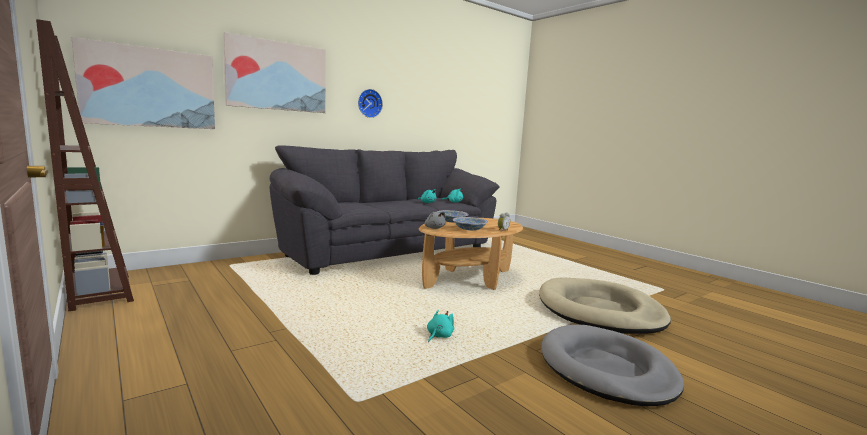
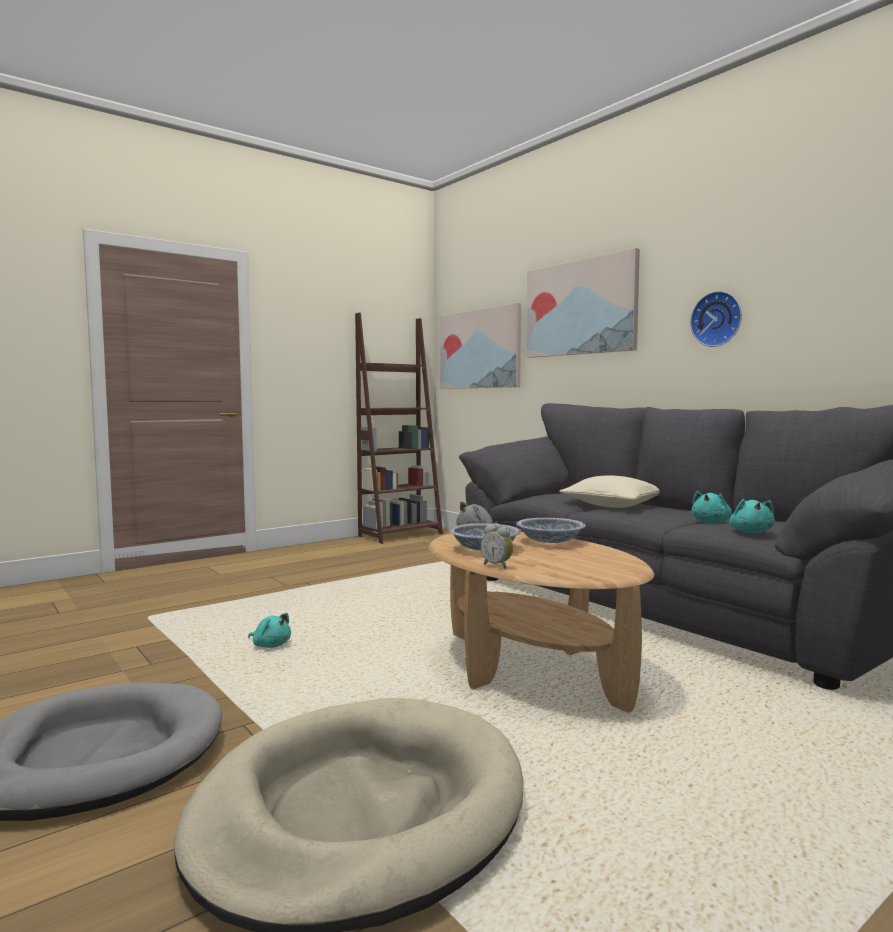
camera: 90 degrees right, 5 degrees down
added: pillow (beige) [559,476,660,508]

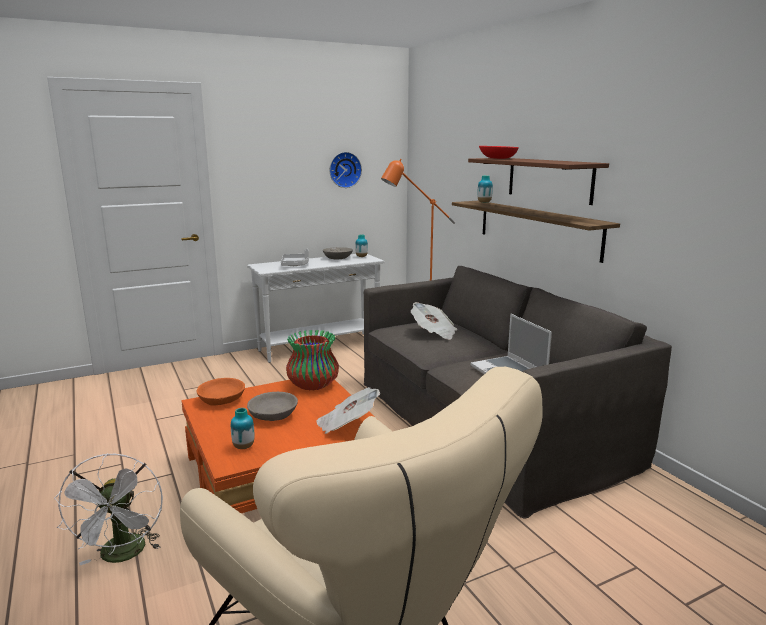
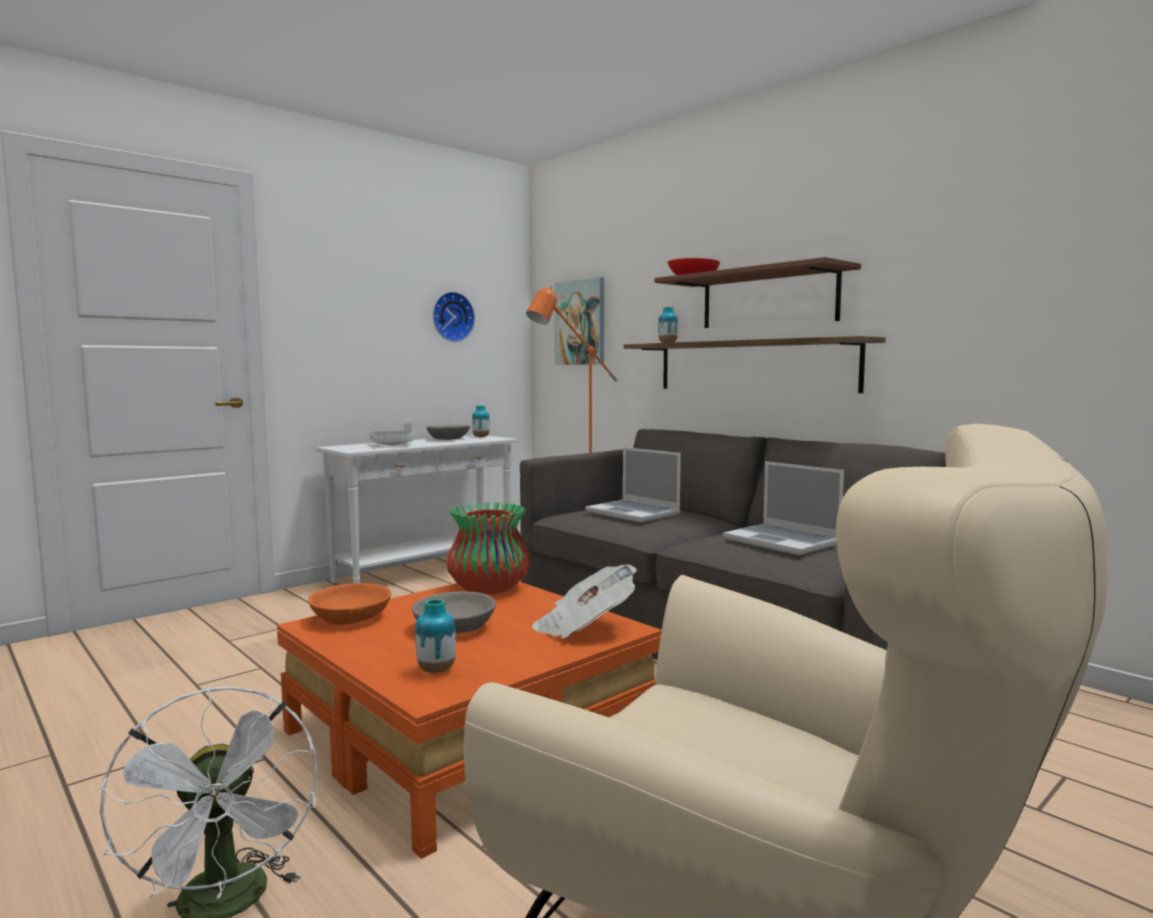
camera: 15 degrees left, 10 degrees down
added: picture [554,277,604,365]
replaced: newspaper [411,302,457,340] to laptop [585,447,681,523]

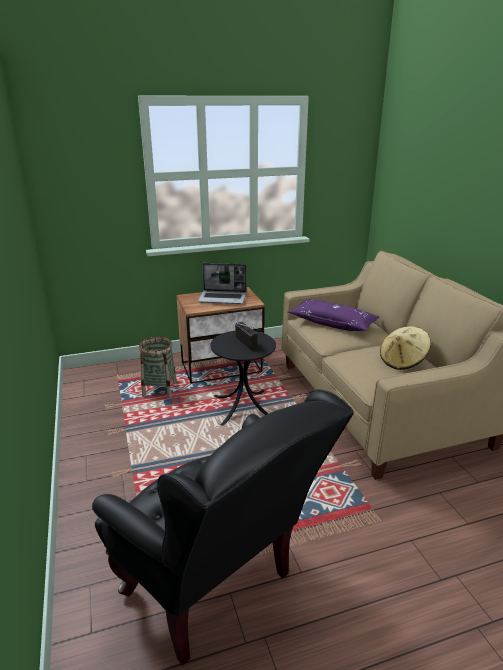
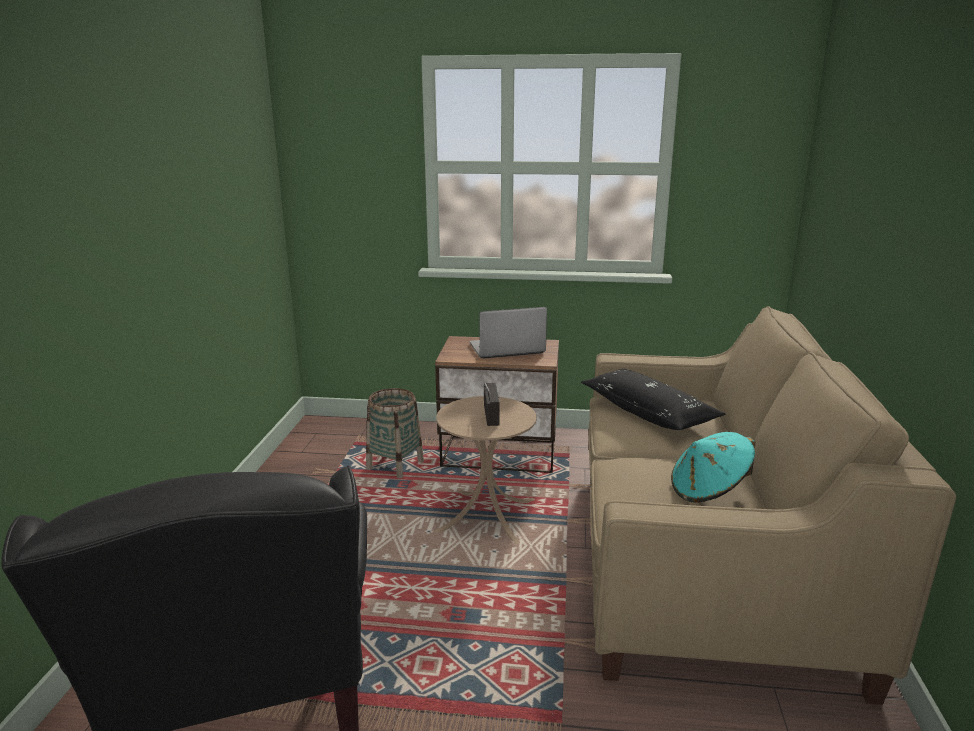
camera: 25 degrees right, 5 degrees down
recoloured: pillow (purple) [288,299,379,331] to pillow (black) [581,369,725,430]; hat (beige) [380,326,431,370] to hat (turquoise) [671,432,755,503]; side table (black) [210,331,276,426] to side table (beige) [435,396,537,544]
turned: laptop [198,263,247,304] = [470,307,547,359] 135 degrees clockwise

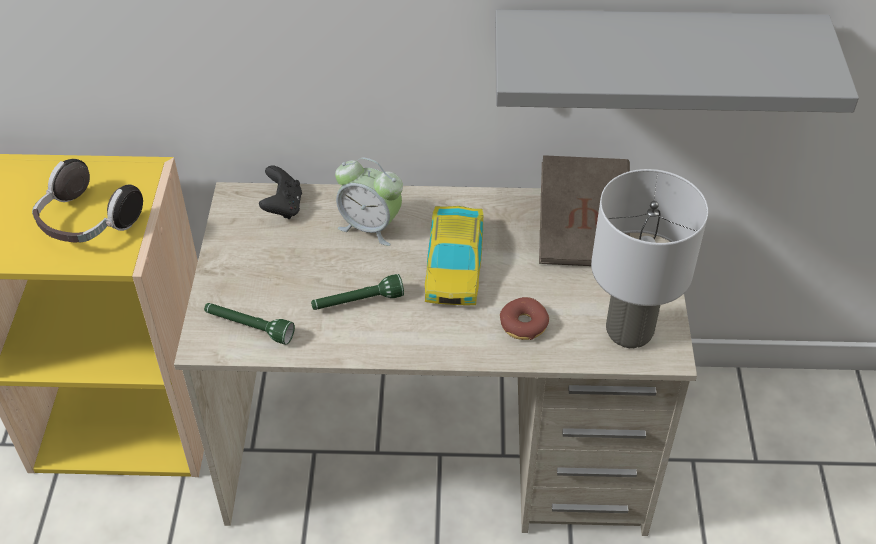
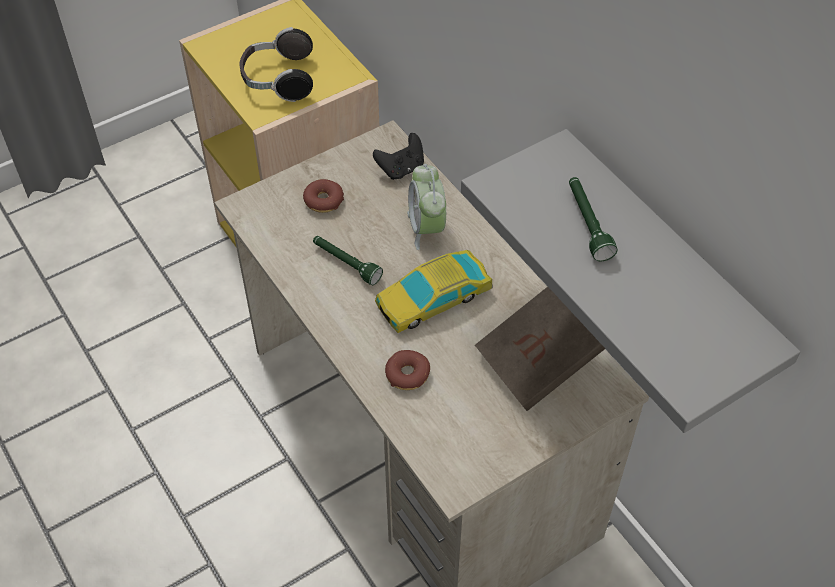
camera: 55 degrees right, 5 degrees up
removed: table lamp (white) [591,169,708,348]
added: donut [303,179,344,213]
moved: flashlight (green) [204,303,295,345] to [569,177,617,261]

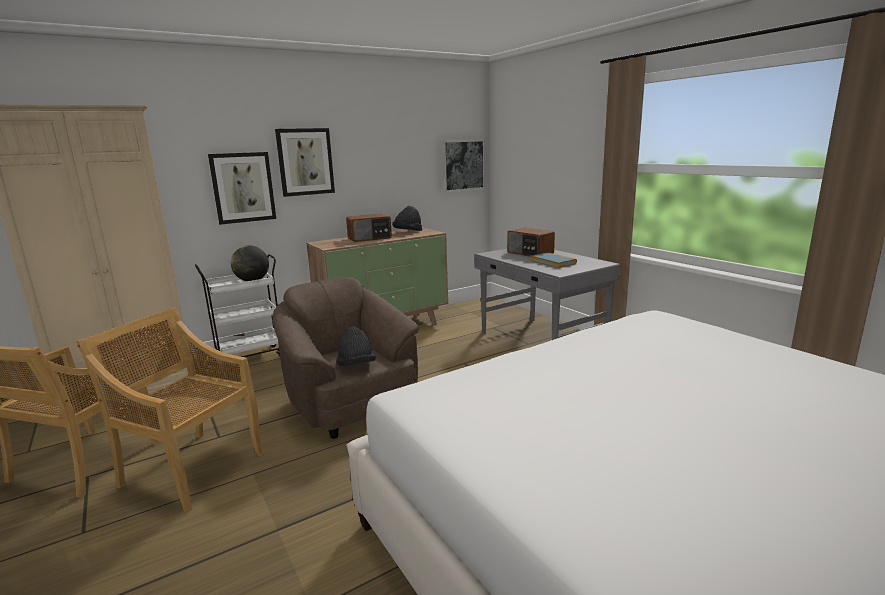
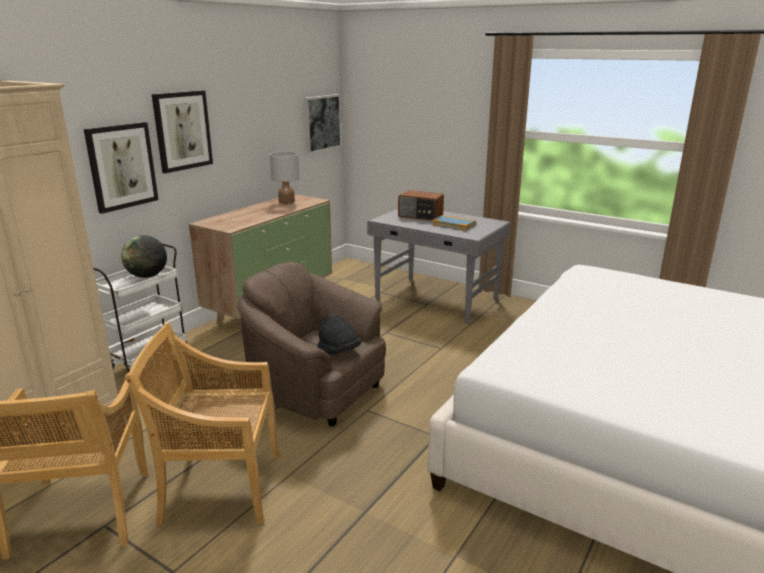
camera: 25 degrees left, 5 degrees up
removed: radio [346,214,392,242]
replaced: hat (black) [392,206,422,231] to table lamp (grey) [270,151,299,204]

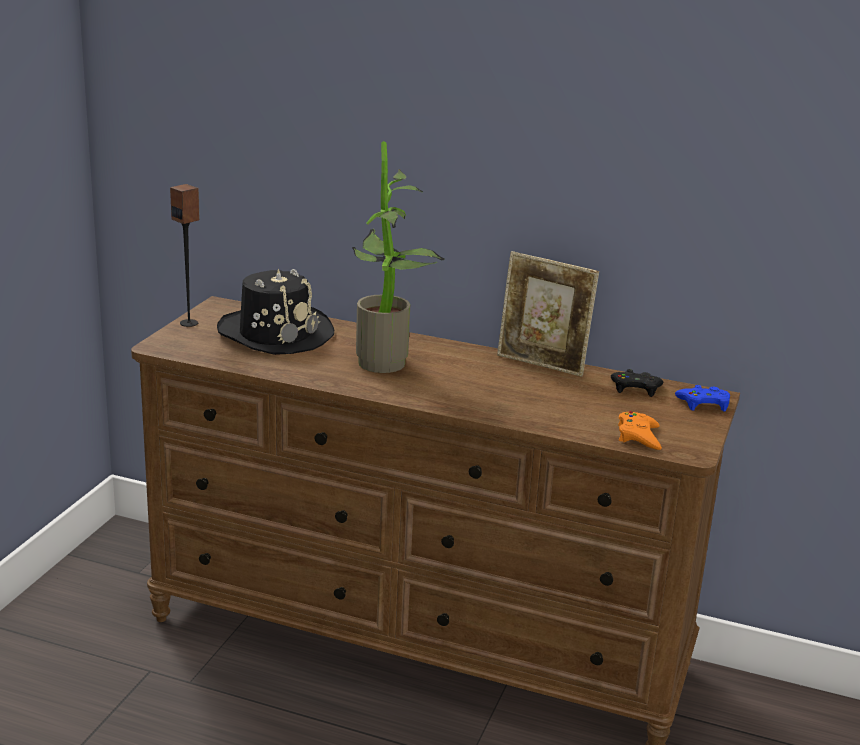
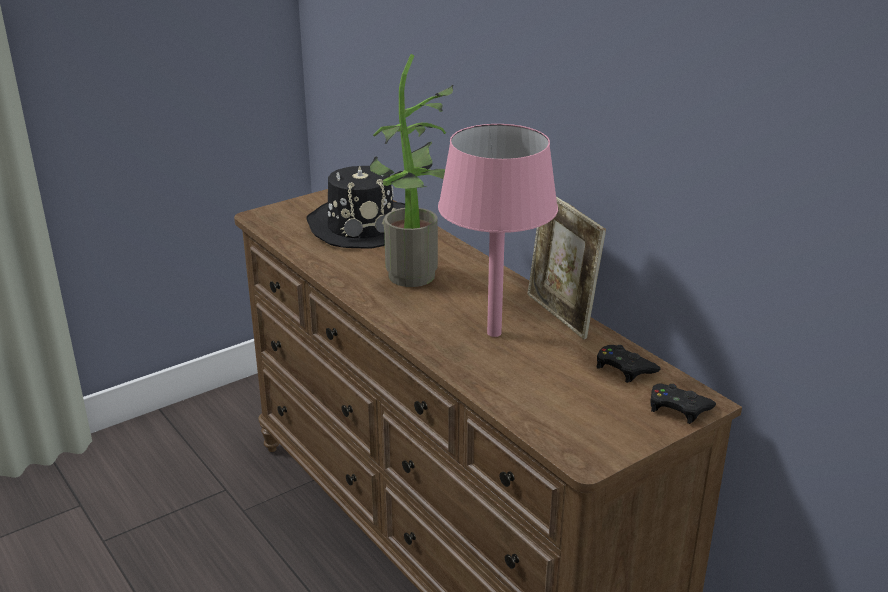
camera: 35 degrees right, 5 degrees up
removed: speaker [170,184,200,327]; game controller (orange) [618,411,662,450]
added: table lamp (pink) [438,124,558,337]
recoloured: game controller (blue) [675,385,730,411] to game controller (black) [651,383,716,424]

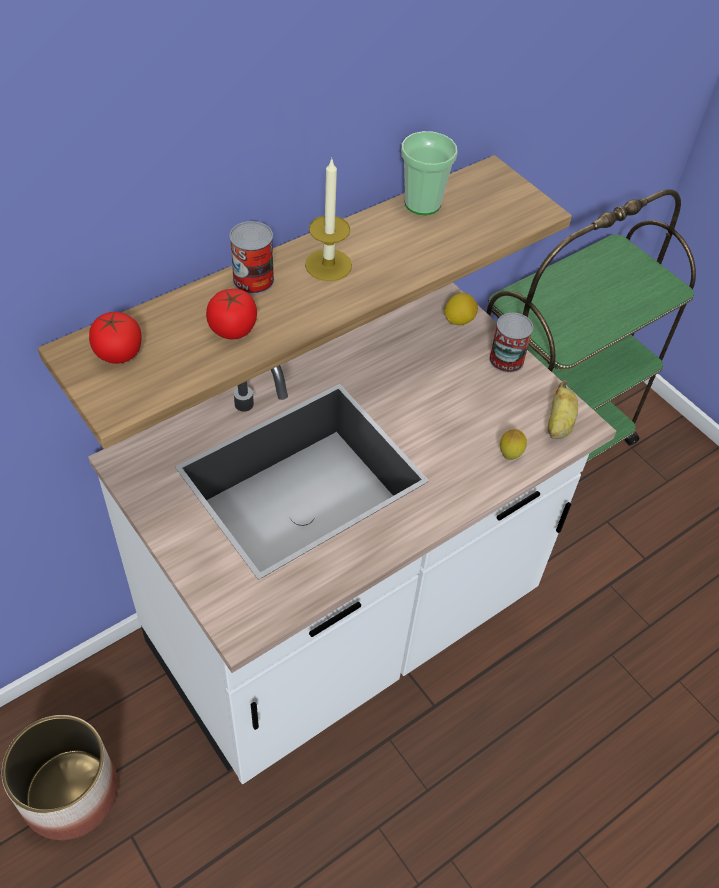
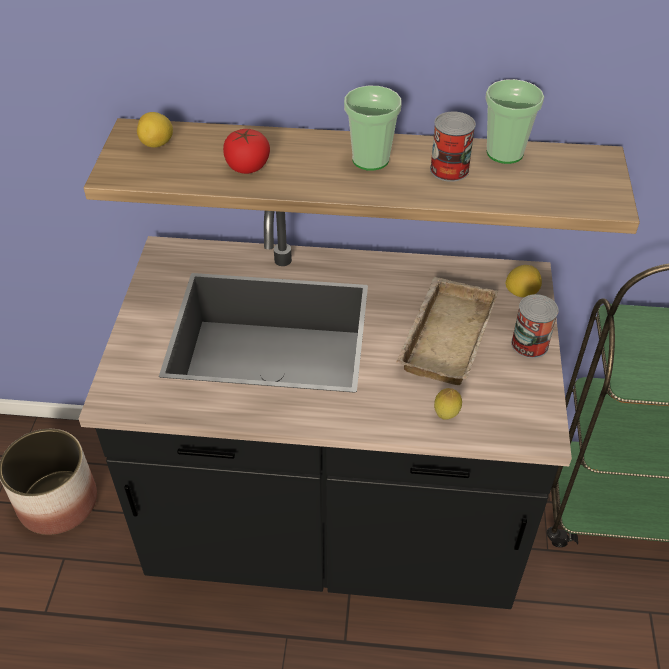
camera: 45 degrees right, 5 degrees down
removed: banana [548,380,578,439]
added: tray (beige) [396,277,498,385]
moved: can [229,221,274,294] to [430,112,476,182]
replaced: candle [305,157,352,281] to cup [344,86,401,171]; tomato [89,312,142,364] to lemon [137,112,173,148]
recoloured: counter (white) [88,282,616,784] to counter (black) [79,211,572,609]

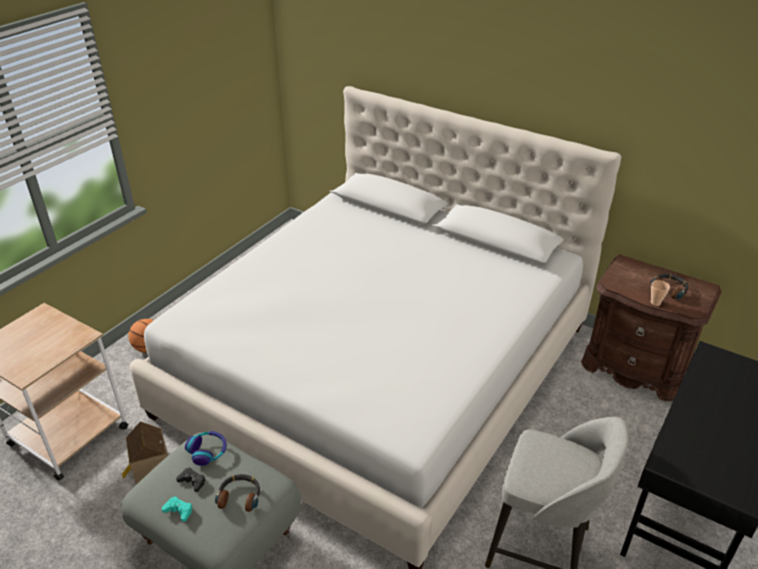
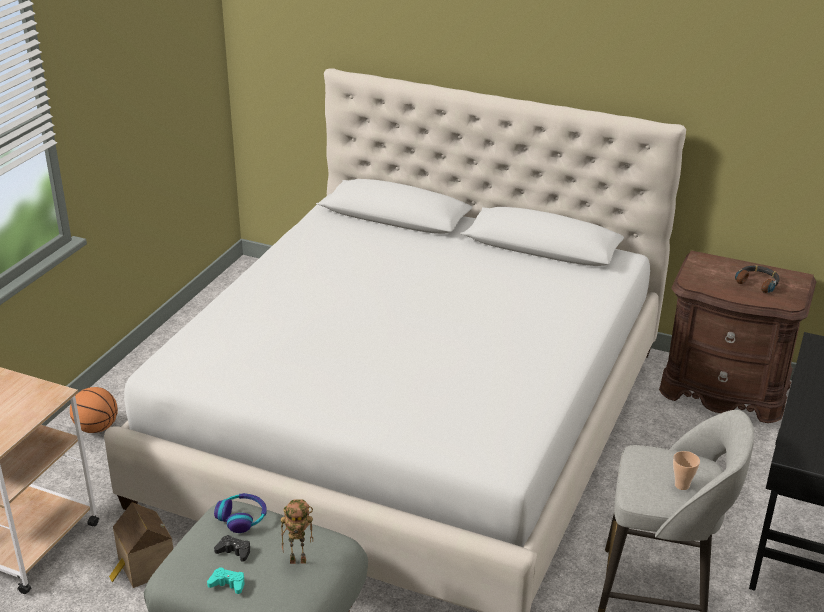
camera: 10 degrees left, 5 degrees down
moved: cup [651,280,670,306] to [673,451,700,490]
replaced: headphones [215,474,260,512] to toy robot [281,499,313,564]

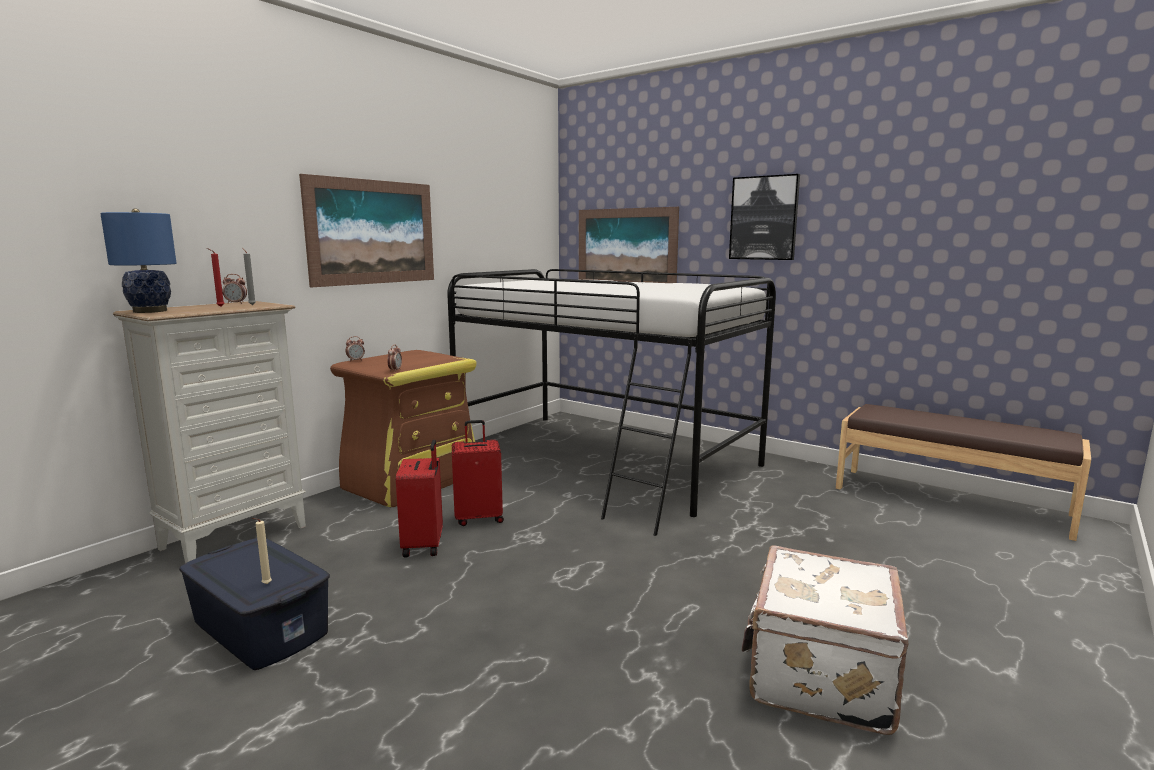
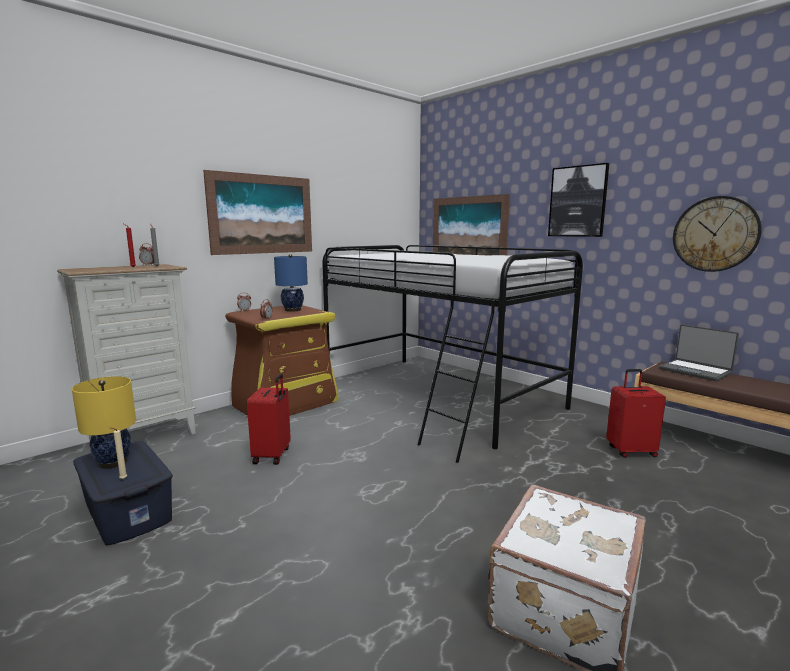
camera: 10 degrees right, 0 degrees up
added: wall clock [673,196,762,272]; laptop [659,324,739,381]; table lamp (yellow) [72,376,136,469]
moved: table lamp (blue) [100,208,177,313] to [274,254,308,312]; suitcase (red) [452,420,504,526] to [606,369,666,458]

